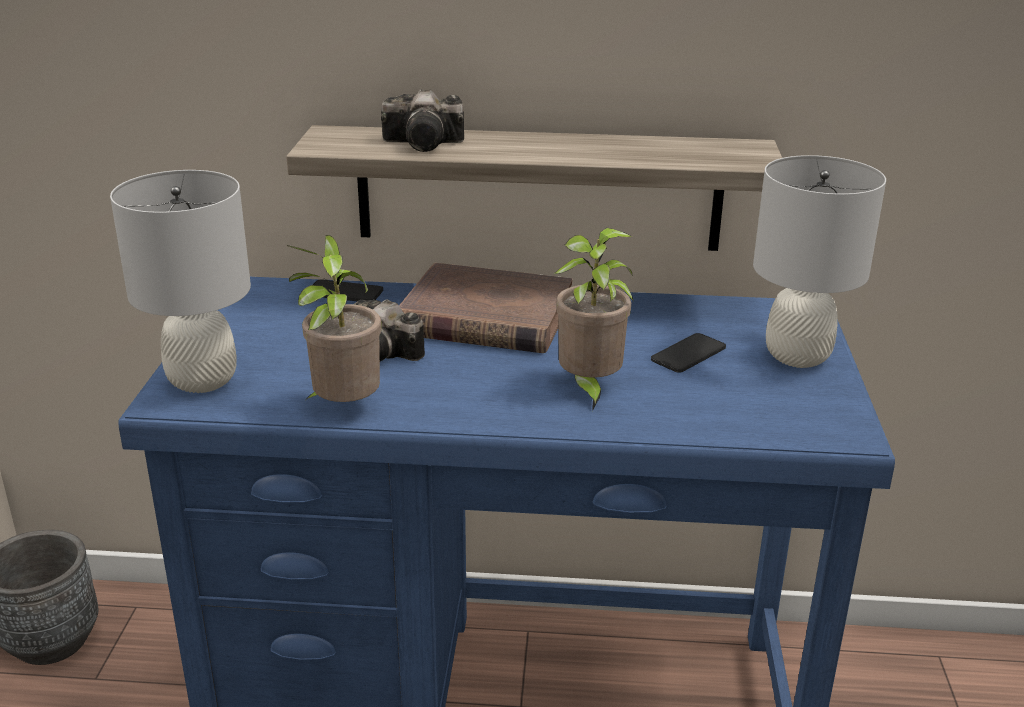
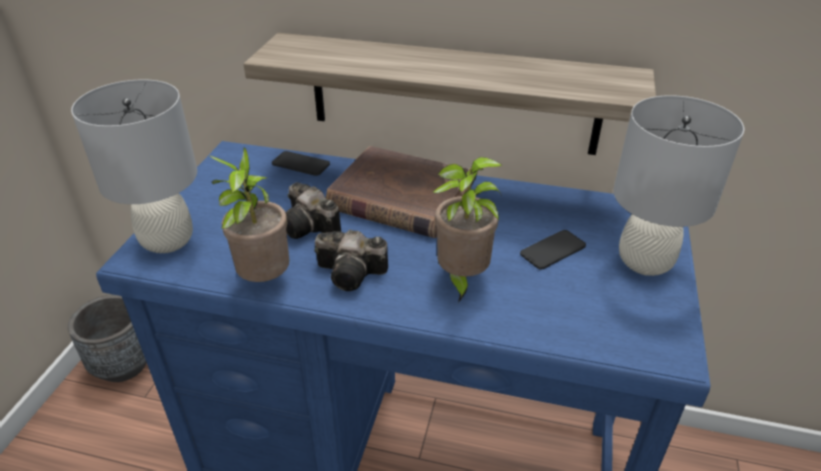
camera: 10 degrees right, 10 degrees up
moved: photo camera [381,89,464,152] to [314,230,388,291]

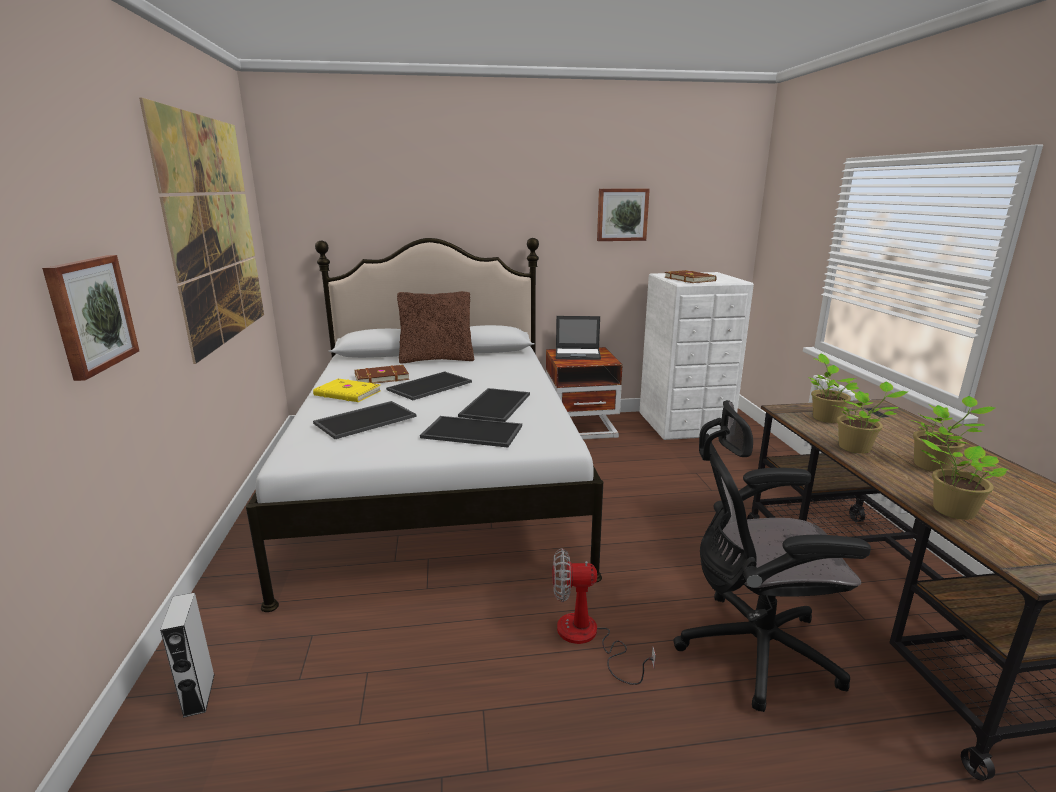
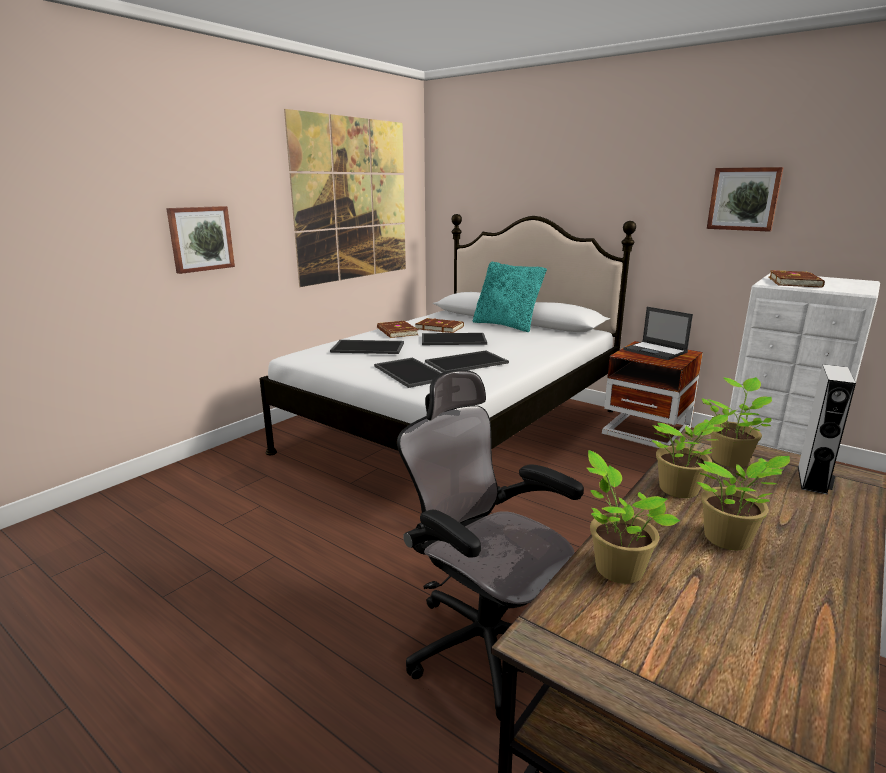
camera: 45 degrees right, 0 degrees up
removed: fan [553,548,656,685]
moved: speaker (grey) [160,593,215,718] to [798,364,856,495]
recoloured: pillow (brown) [397,291,474,363] to pillow (turquoise) [473,262,547,332]; book (yellow) [313,379,381,402] to book (brown) [377,321,418,338]

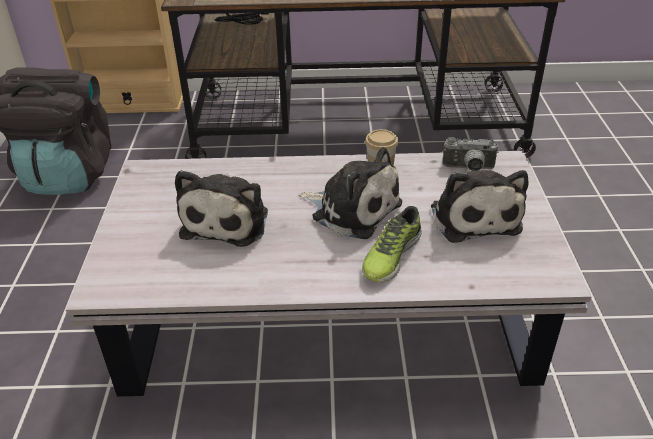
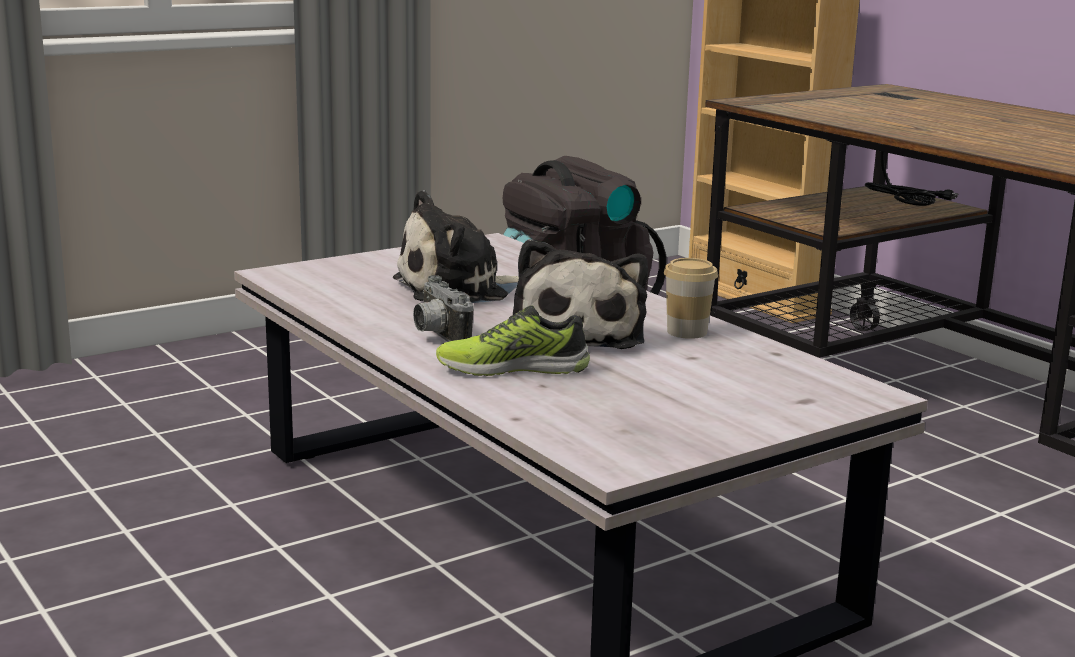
camera: 55 degrees right, 20 degrees down
removed: plush toy [431,170,528,243]
moved: photo camera [442,137,498,171] to [413,275,474,342]

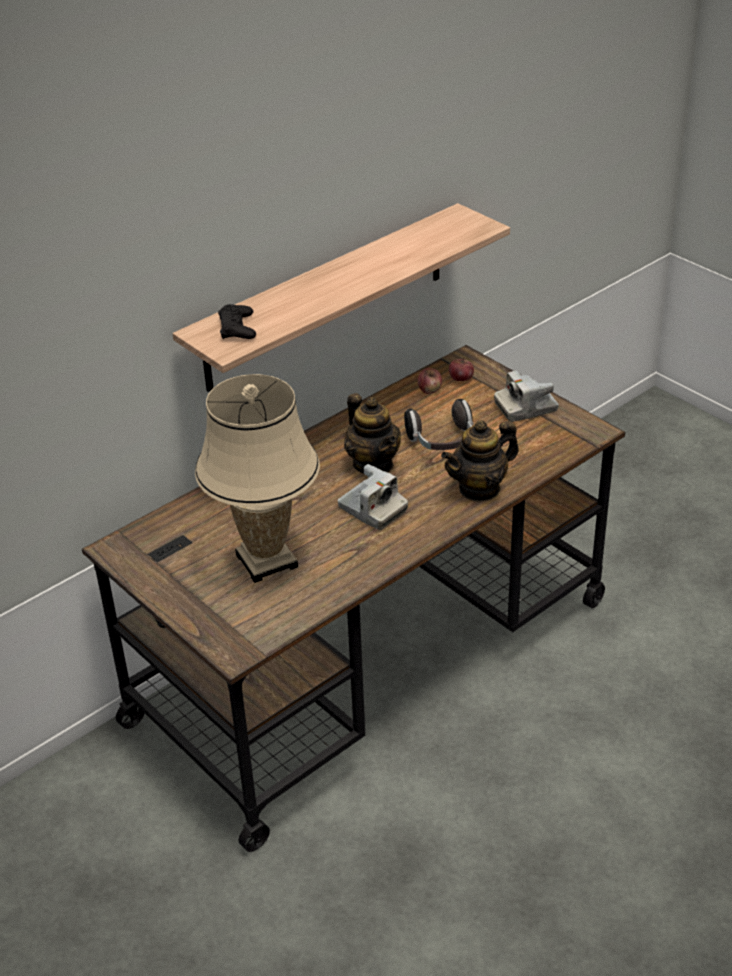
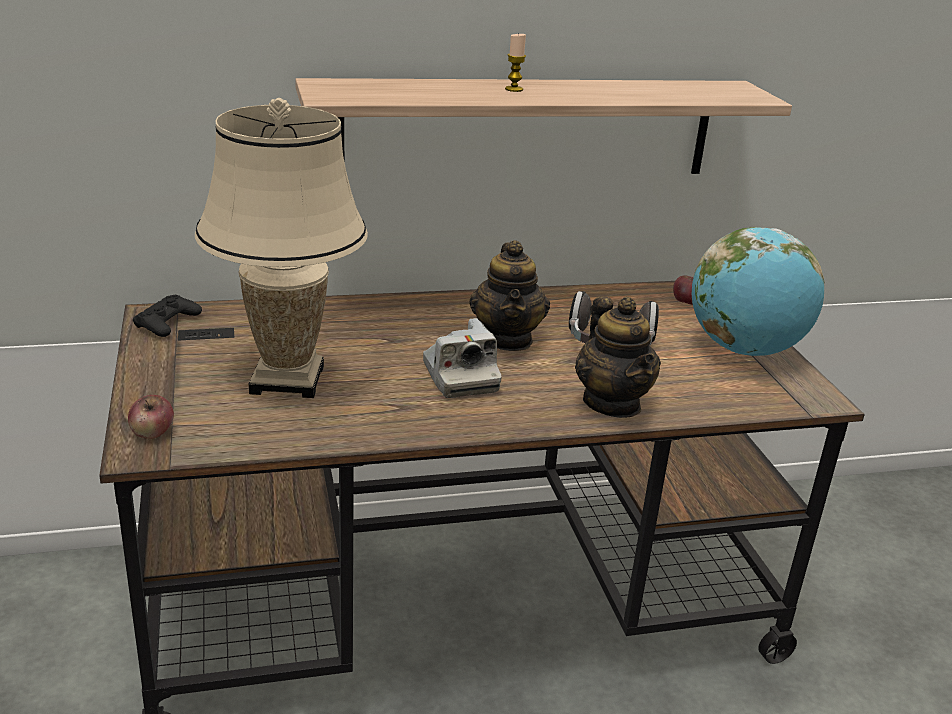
camera: 25 degrees right, 10 degrees down
added: candle [505,33,526,92]
moved: game controller (black) [218,304,256,339] to [133,295,202,337]; apple [418,368,442,394] to [128,395,174,439]
replaced: photo camera [494,371,559,422] to globe [692,227,824,356]
turned: teapot [441,420,519,502] = [575,297,661,418] 105 degrees counterclockwise

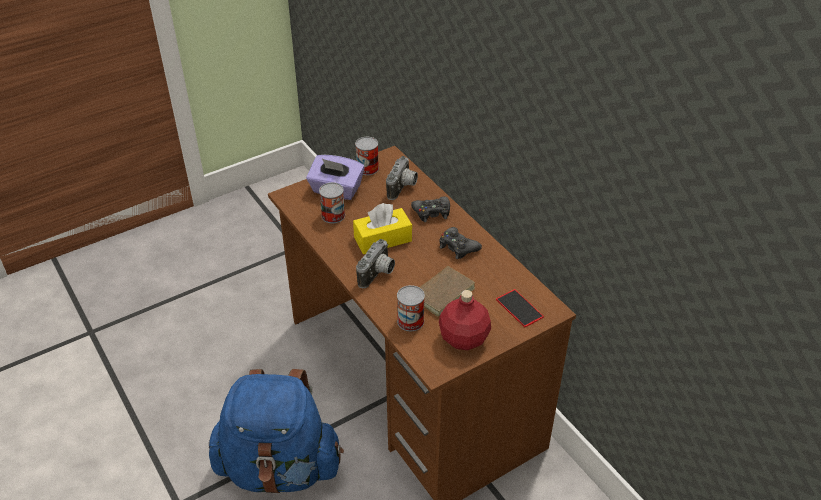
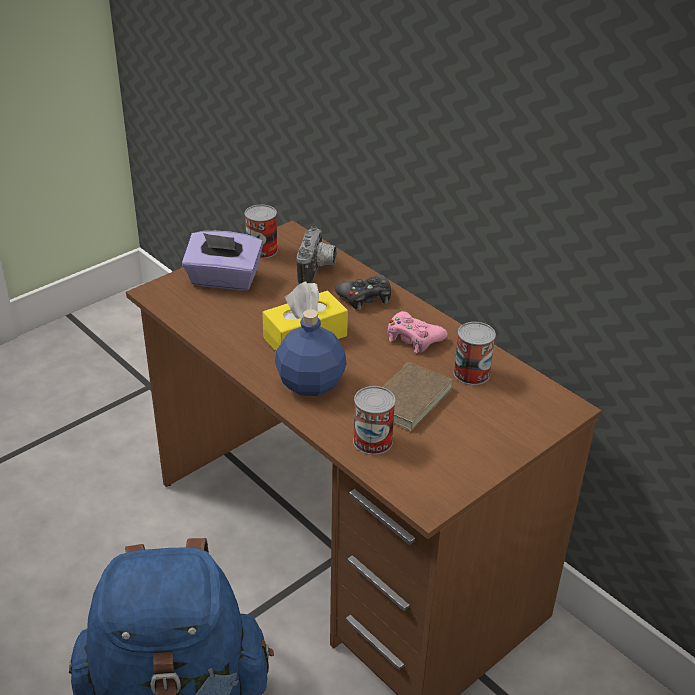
camera: 10 degrees left, 5 degrees down
removed: phone [496,289,544,327]; bottle (red) [439,290,491,350]
moved: can [319,182,345,223] to [454,322,496,385]
replaced: photo camera [356,239,395,288] to bottle (blue) [275,309,347,396]
recoloured: game controller (black) [440,227,482,259] to game controller (pink) [387,311,447,353]

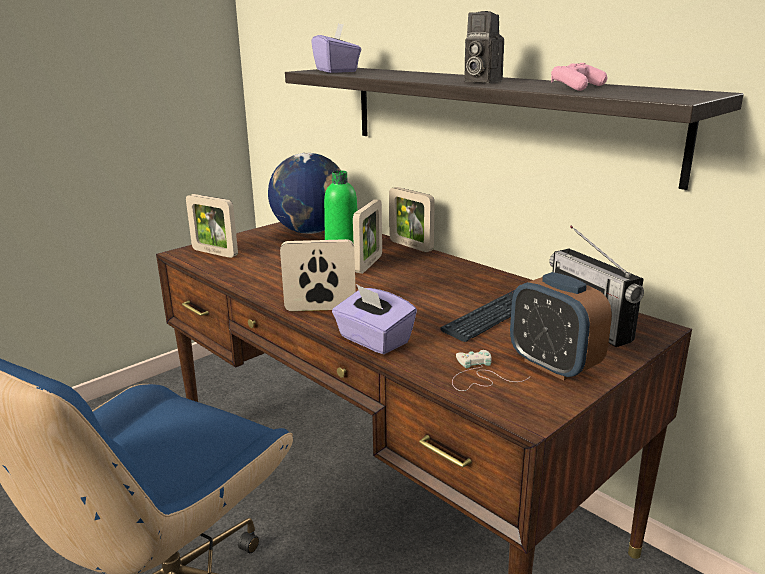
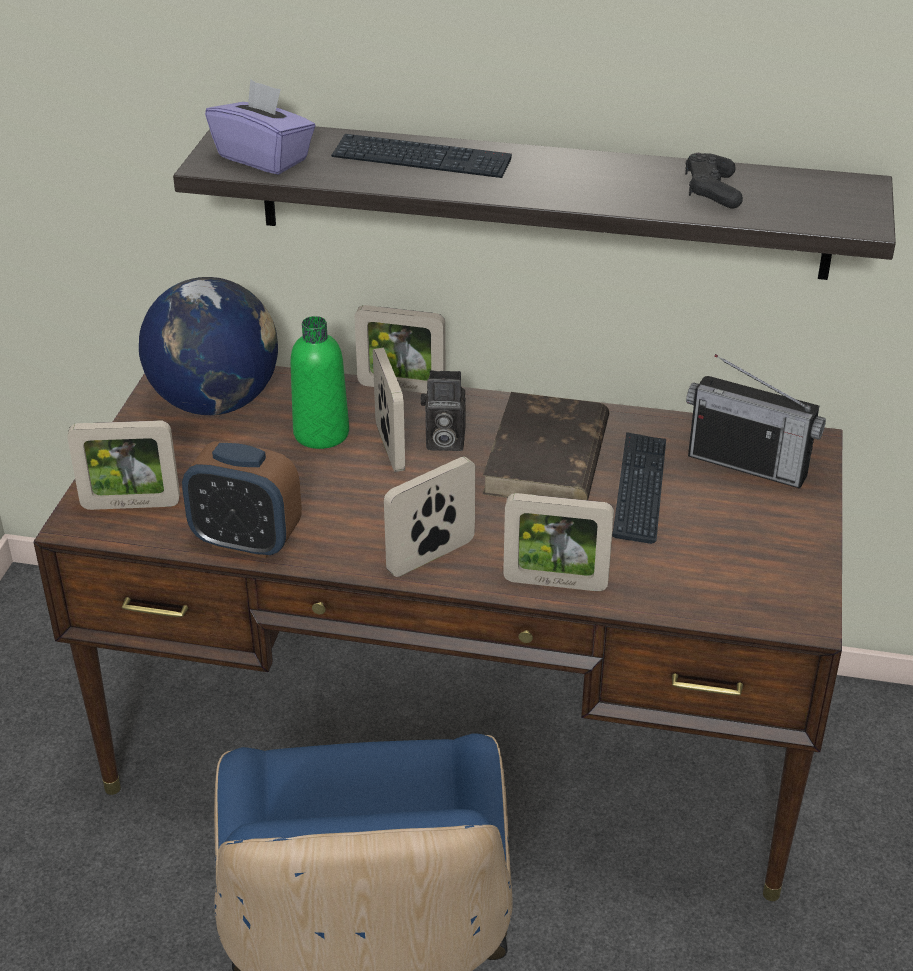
camera: 35 degrees left, 15 degrees up
removed: game controller (white) [452,350,530,391]
added: keyboard [331,134,512,178]; book (brown) [482,392,609,500]
moved: photo camera [464,11,504,83] to [421,370,466,451]; alarm clock [510,272,612,380] to [182,441,302,558]
replaced: tissue box (purple) [332,284,417,354] to picture frame [503,493,614,591]
recoloured: game controller (pink) [551,63,607,91] to game controller (black) [685,153,743,209]

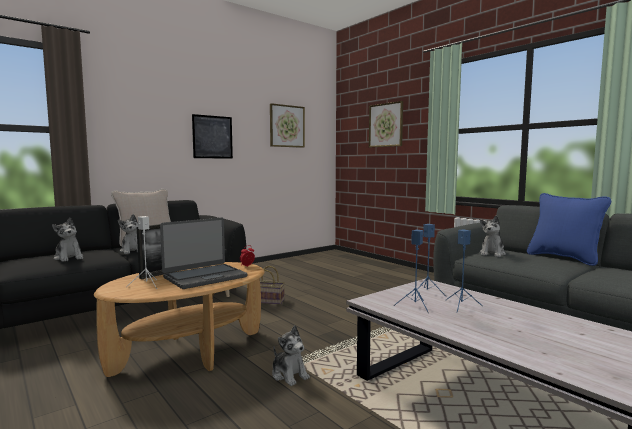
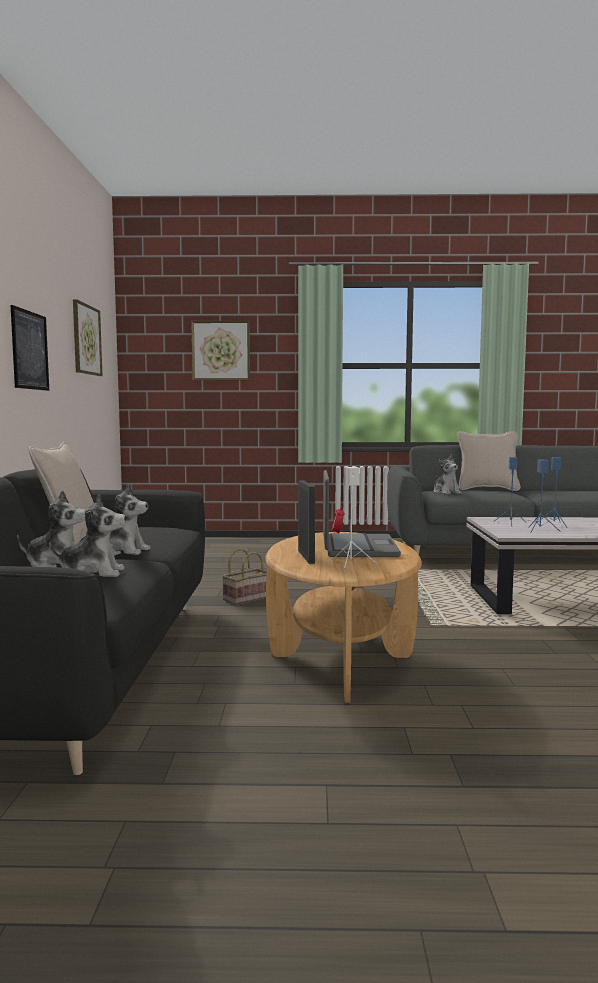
camera: 50 degrees left, 0 degrees up
moved: plush toy [272,325,310,386] to [17,490,86,567]
recoloured: pillow (blue) [527,193,611,266] to pillow (beige) [457,431,520,491]

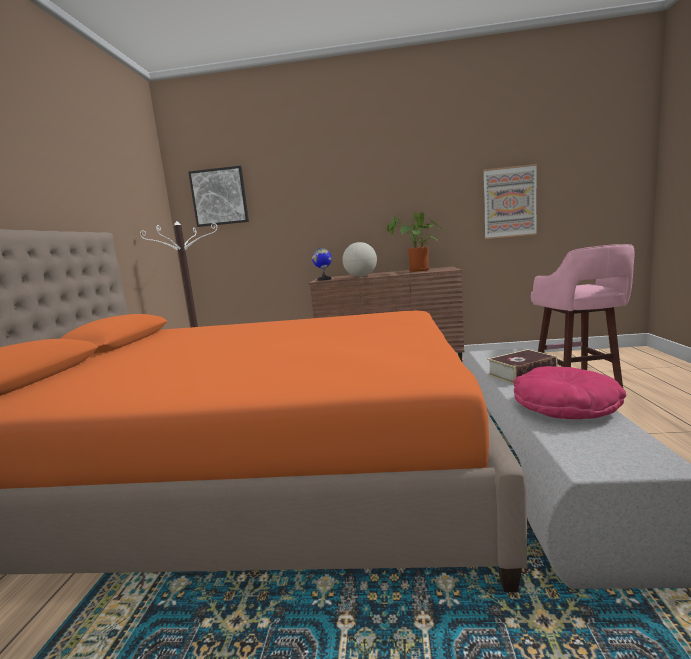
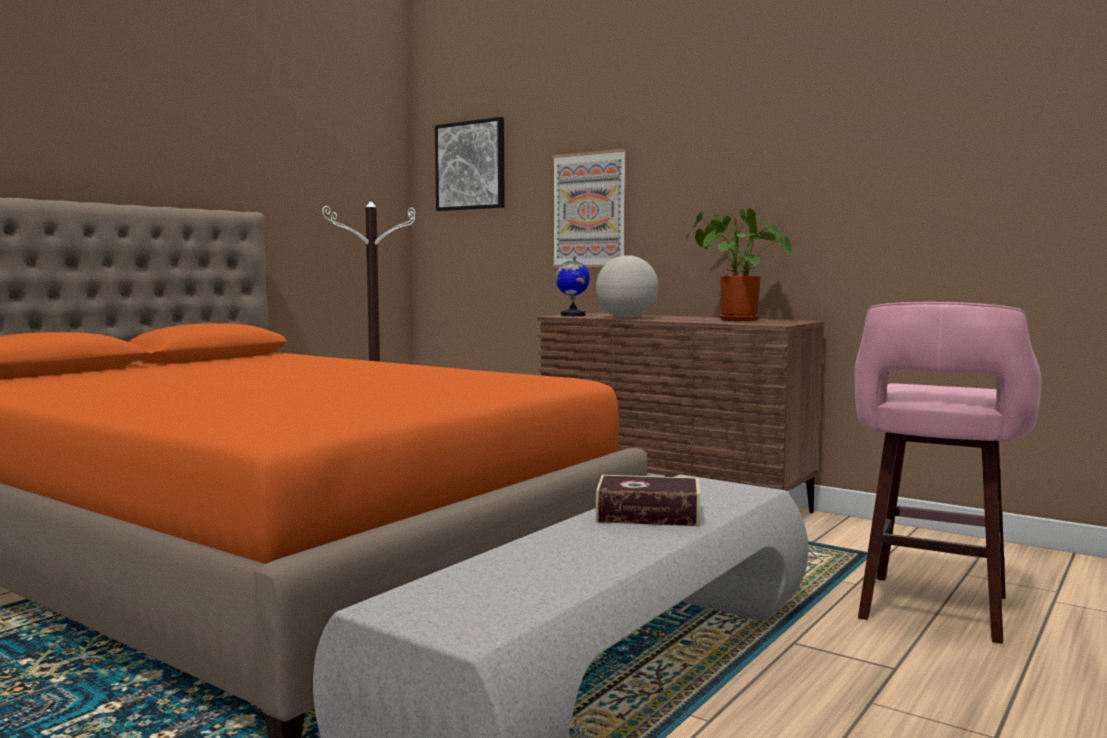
camera: 30 degrees right, 5 degrees down
removed: pillow (pink) [513,366,626,419]
moved: picture [483,164,537,239] to [553,149,626,267]

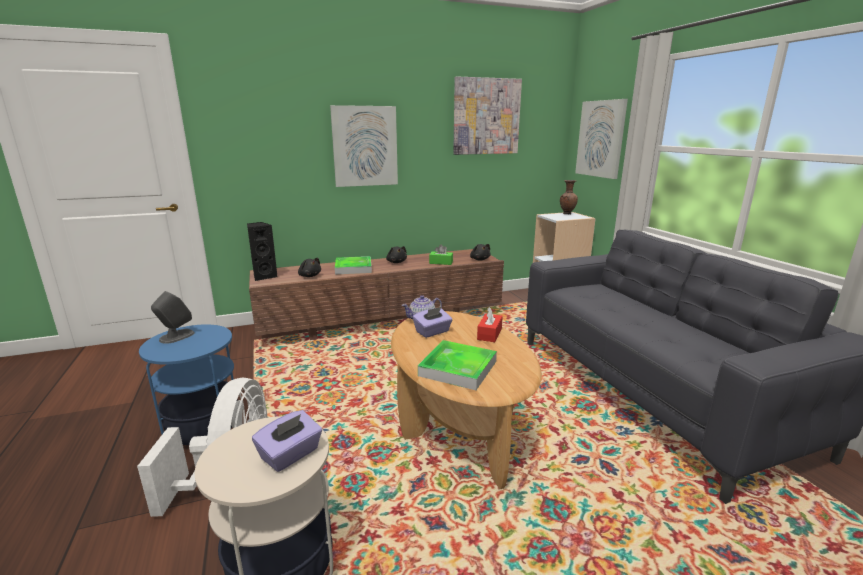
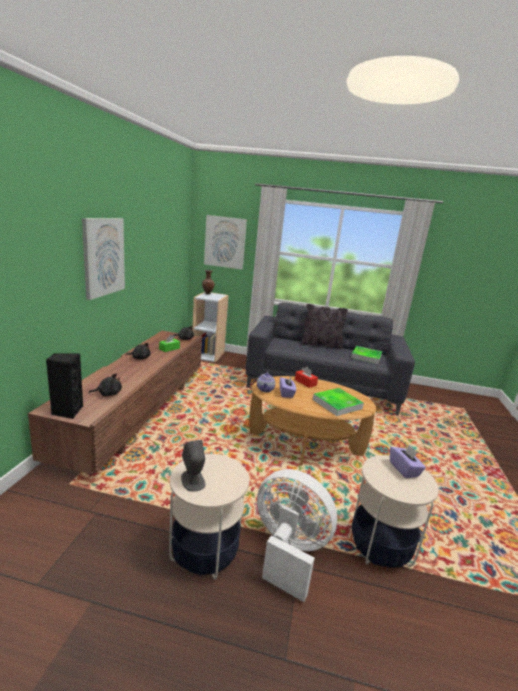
camera: 60 degrees left, 0 degrees up
removed: picture [453,76,522,155]
added: pillow (black) [301,304,348,349]
moved: tray [335,256,372,275] to [351,346,382,364]
recoloured: side table (blue) [139,324,238,445] to side table (beige) [169,454,249,580]

